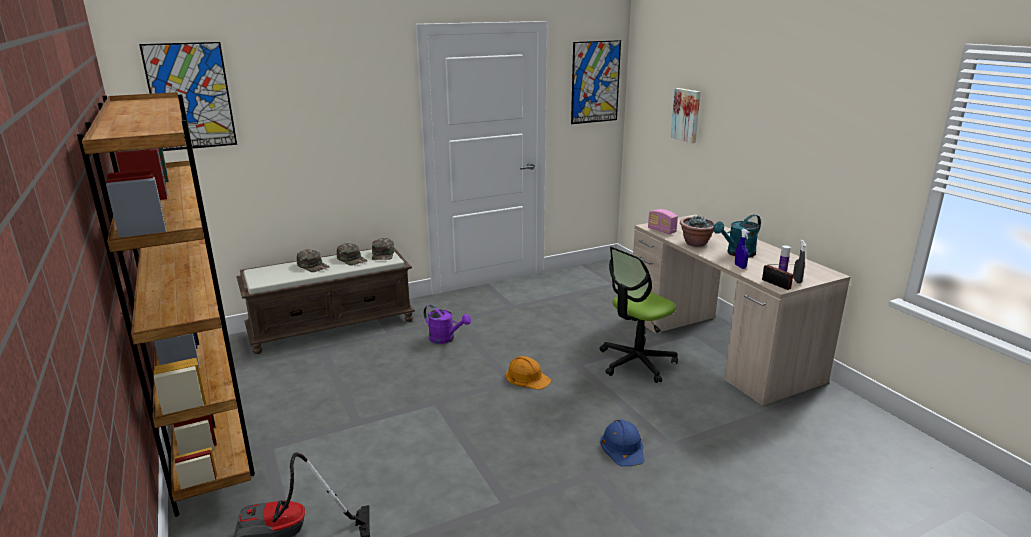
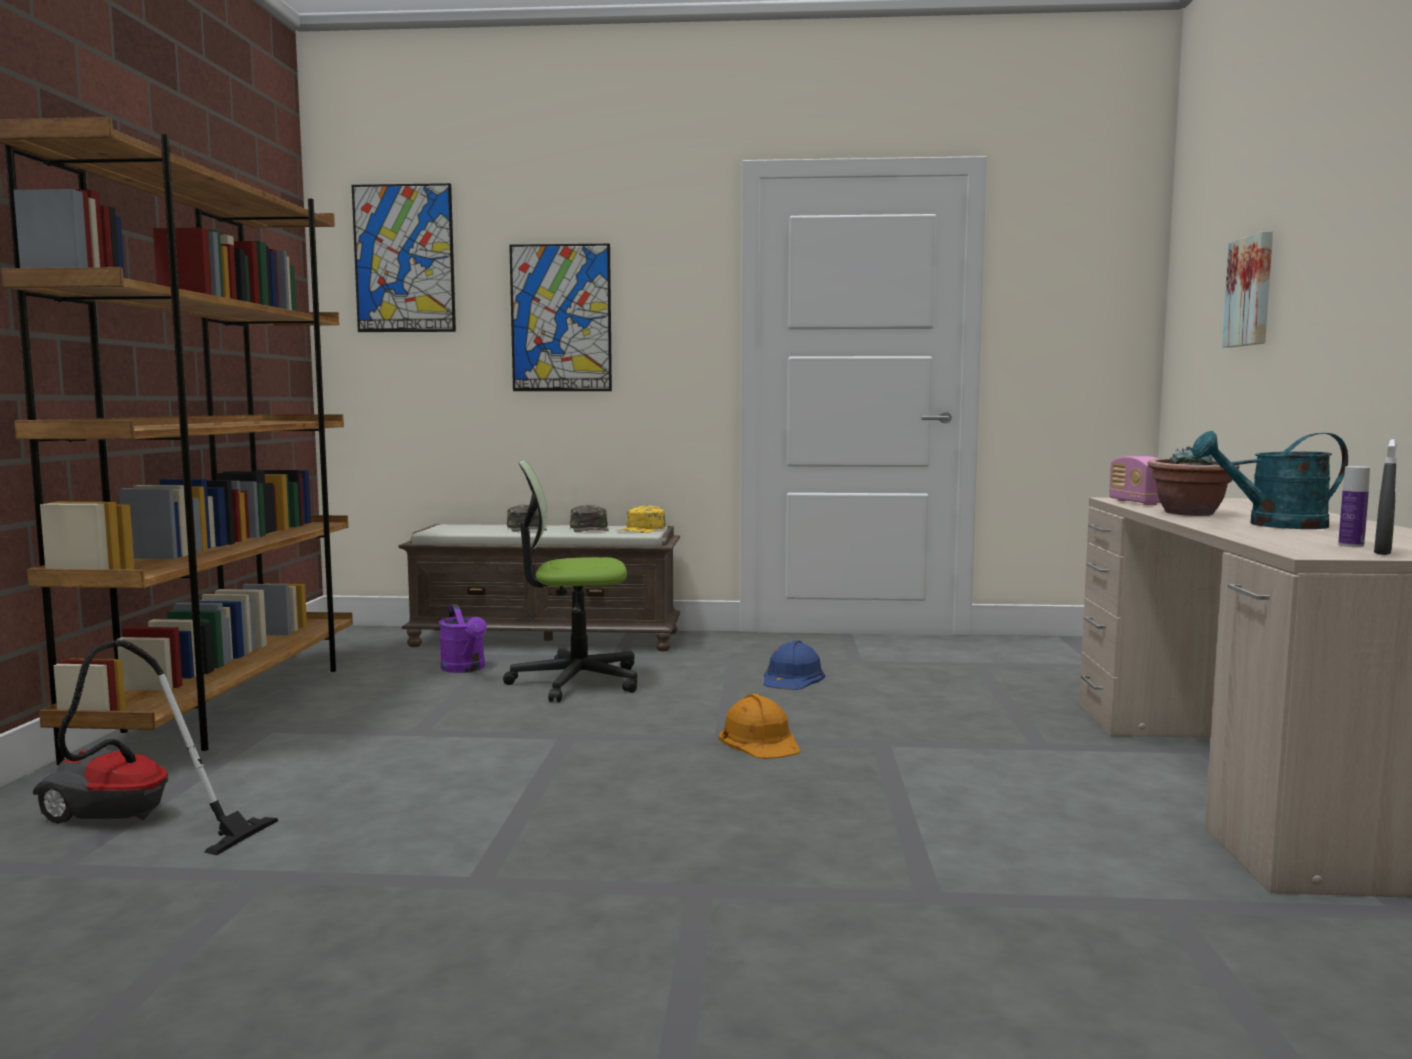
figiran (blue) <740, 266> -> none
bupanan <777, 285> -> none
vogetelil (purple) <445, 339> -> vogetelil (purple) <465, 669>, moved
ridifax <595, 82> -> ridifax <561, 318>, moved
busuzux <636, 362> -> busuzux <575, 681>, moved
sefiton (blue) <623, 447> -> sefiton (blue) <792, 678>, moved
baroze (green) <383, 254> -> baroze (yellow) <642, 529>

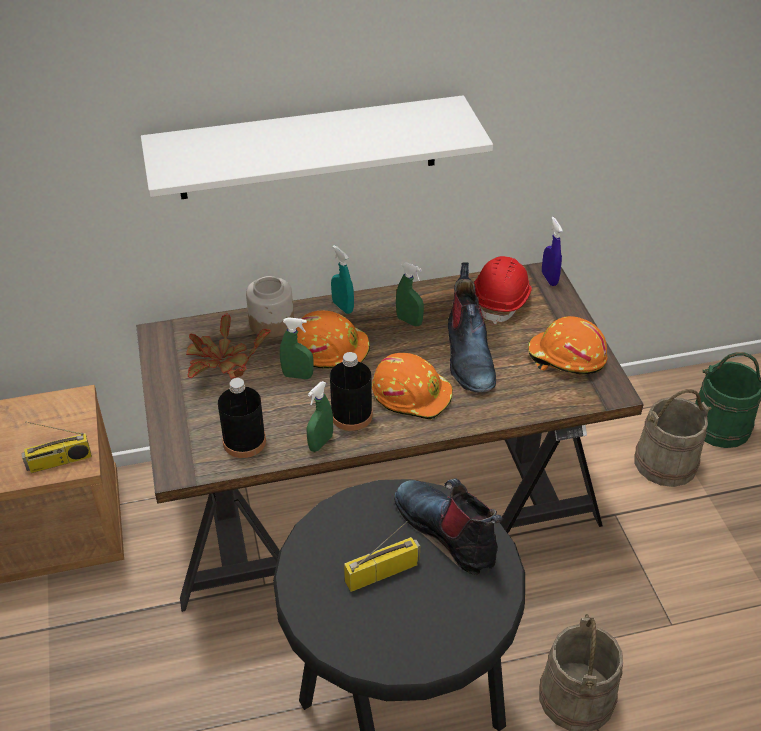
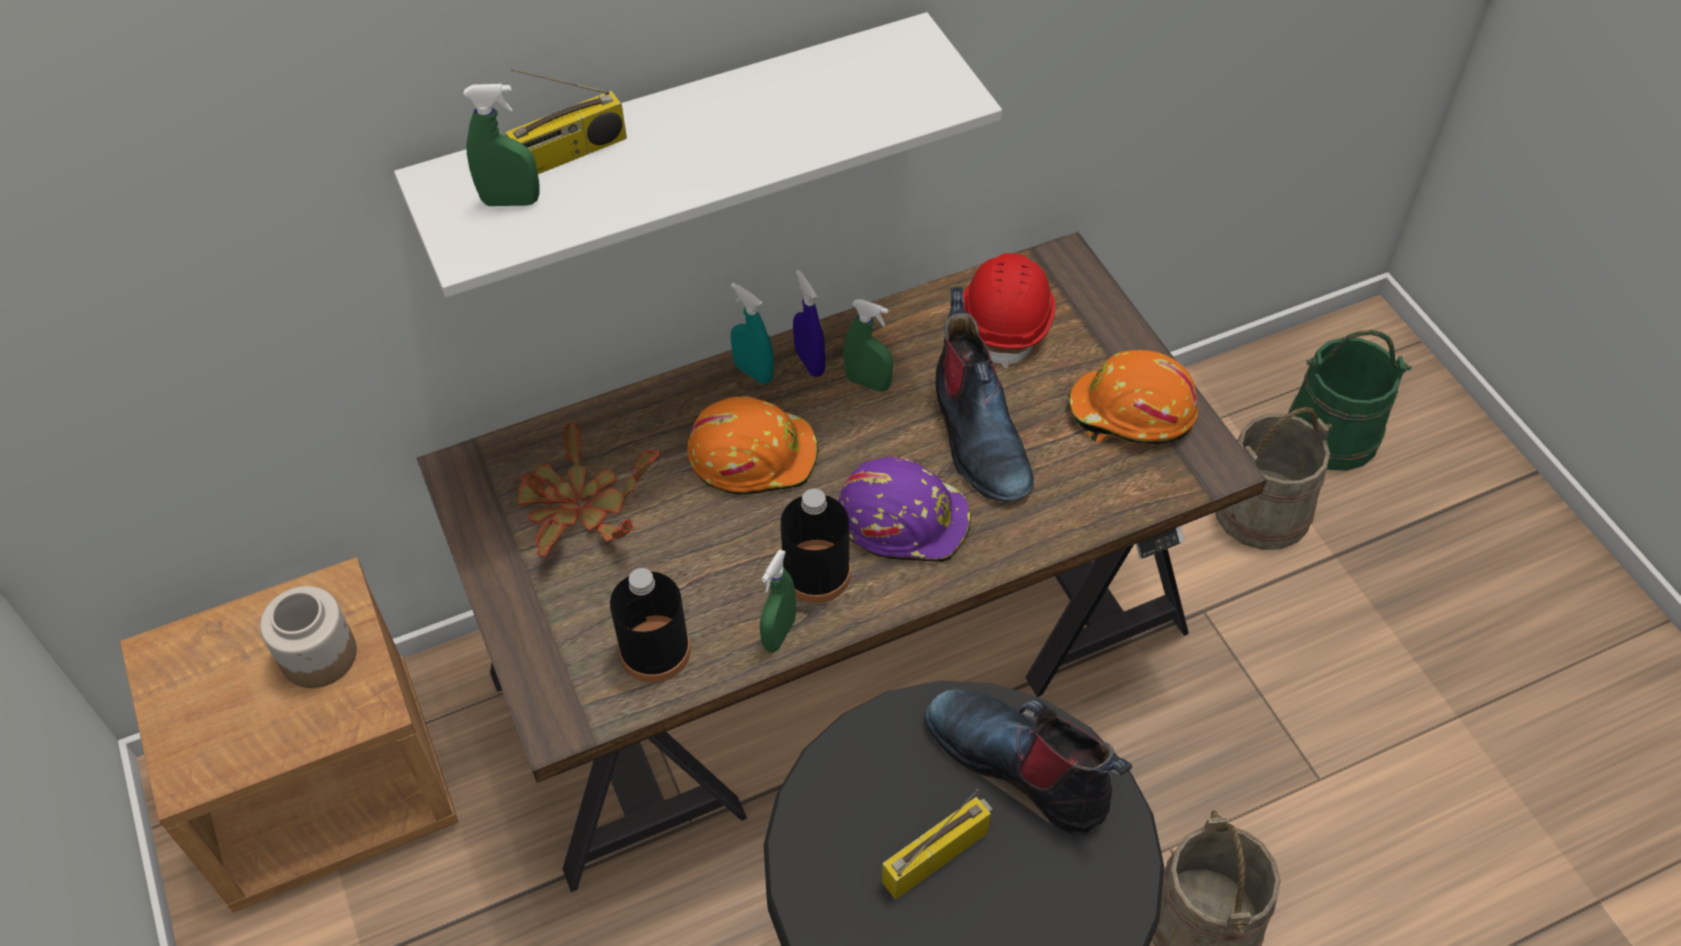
bupanan <59, 462> -> bupanan <568, 155>, moved
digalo <272, 323> -> digalo <319, 655>, moved
figiran (green) <297, 376> -> figiran (green) <511, 201>, moved
figiran (blue) <549, 279> -> figiran (blue) <809, 362>, moved
sefiton (orange) <412, 394> -> sefiton (purple) <904, 518>

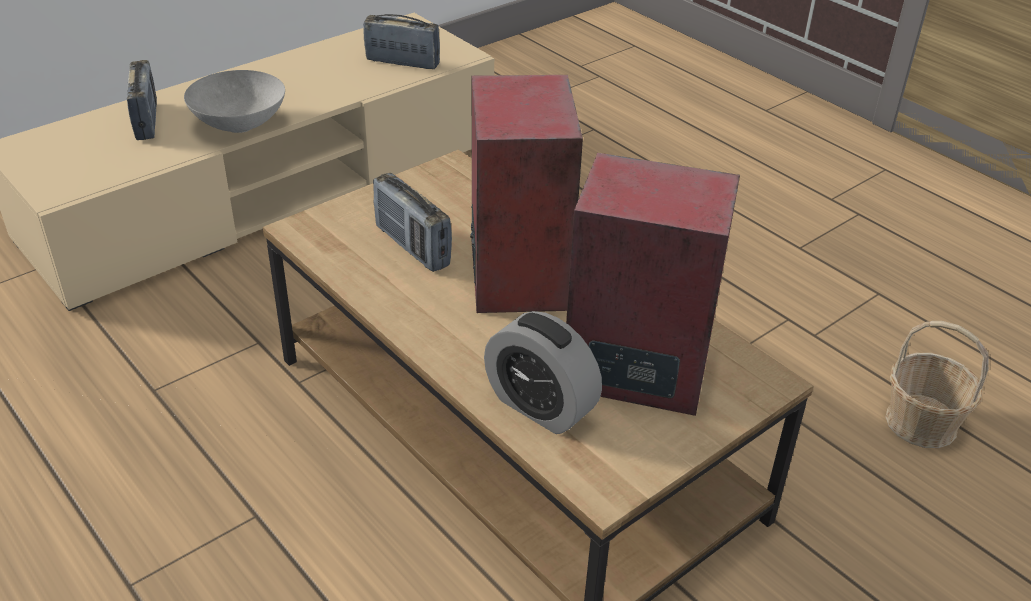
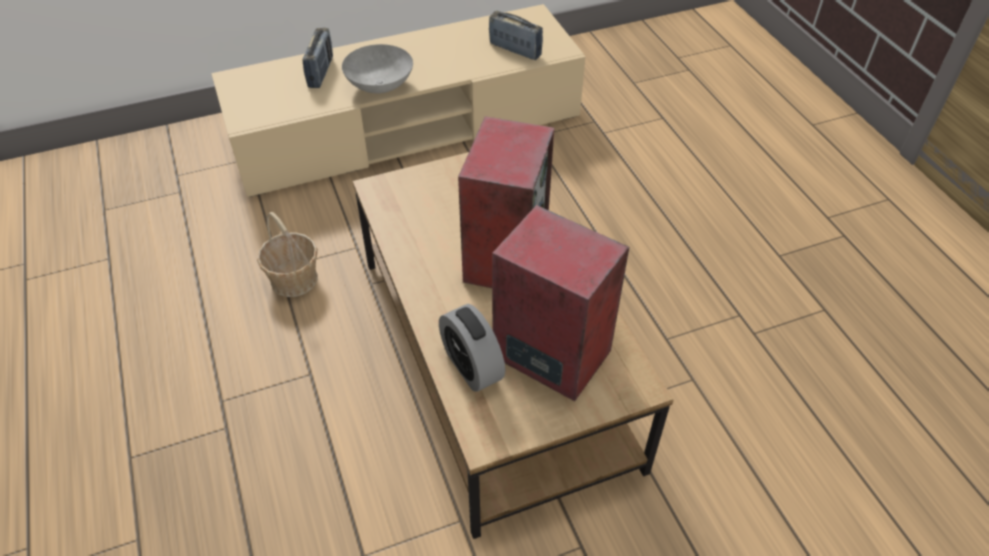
bupanan <412, 247> -> none
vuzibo <921, 423> -> vuzibo <294, 279>, moved

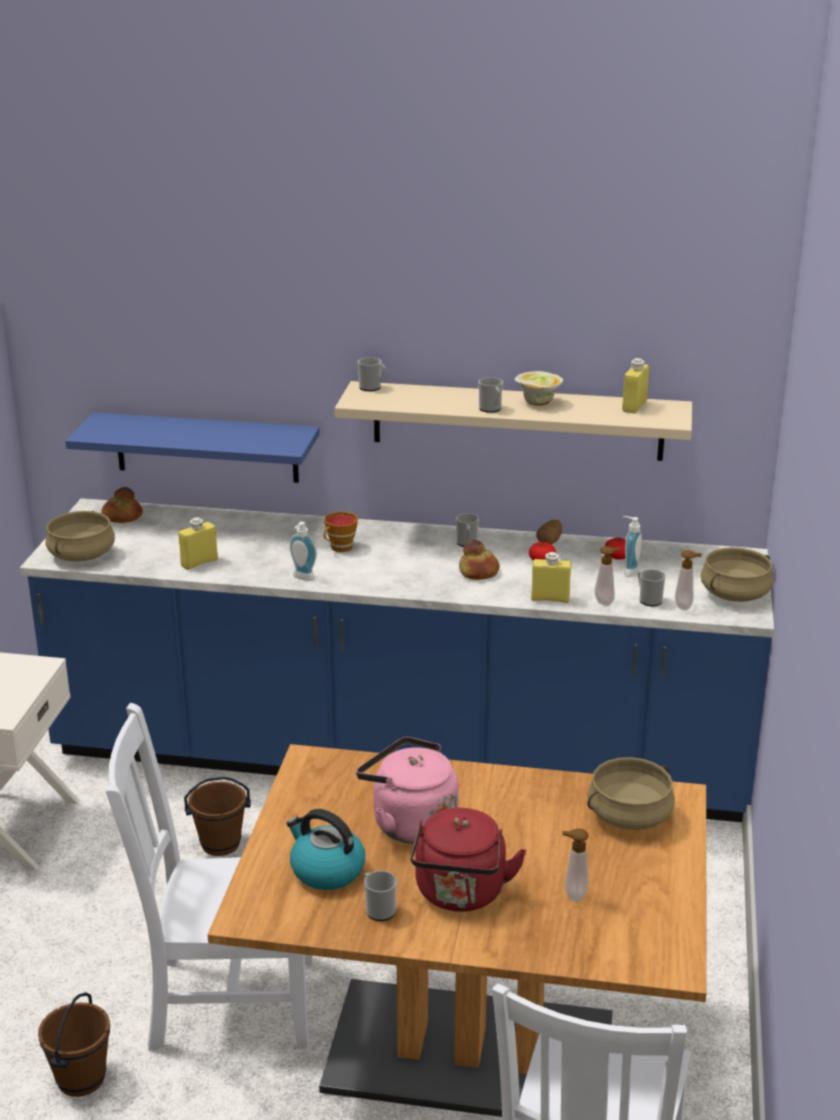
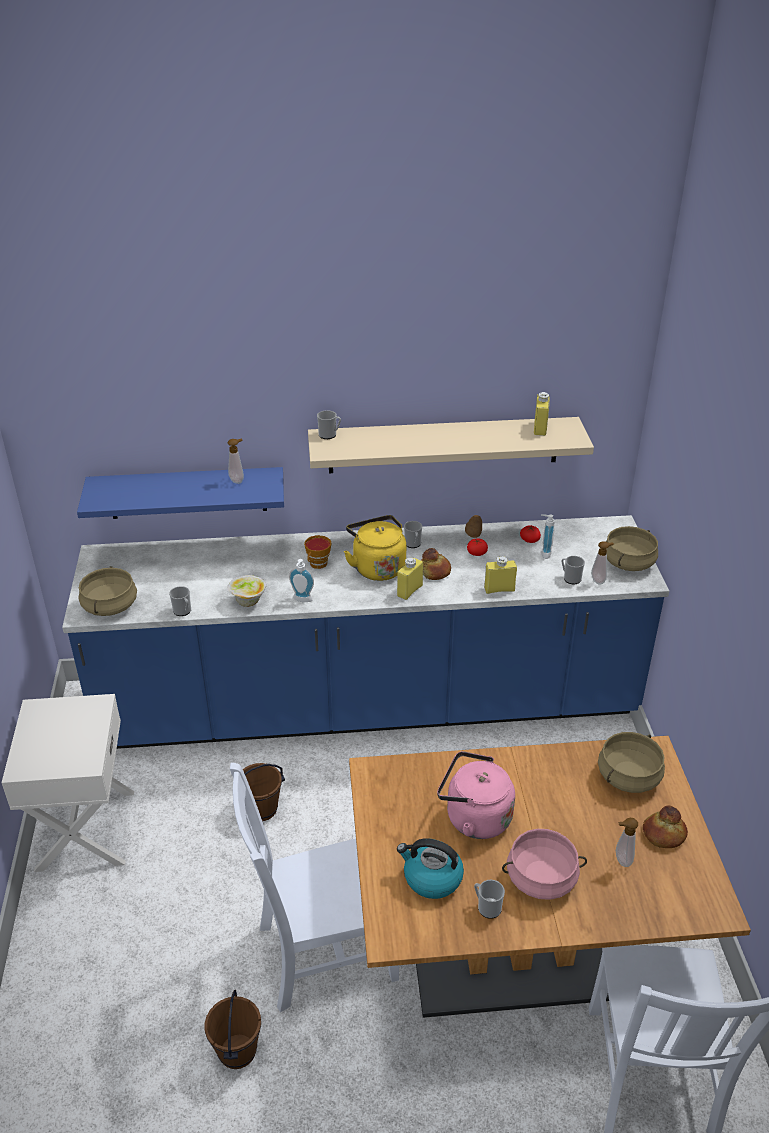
none -> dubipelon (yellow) <377, 567>
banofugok <122, 517> -> banofugok <664, 835>, moved
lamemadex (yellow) <199, 563> -> lamemadex (yellow) <409, 591>, moved
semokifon <491, 409> -> semokifon <183, 611>, moved
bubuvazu <537, 403> -> bubuvazu <248, 601>, moved
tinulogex <605, 602> -> tinulogex <238, 480>, moved
dubipelon (red) <460, 894> -> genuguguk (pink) <541, 879>

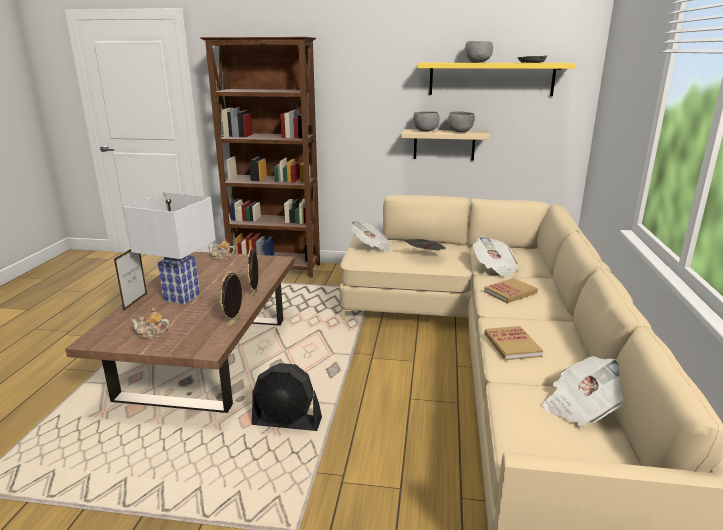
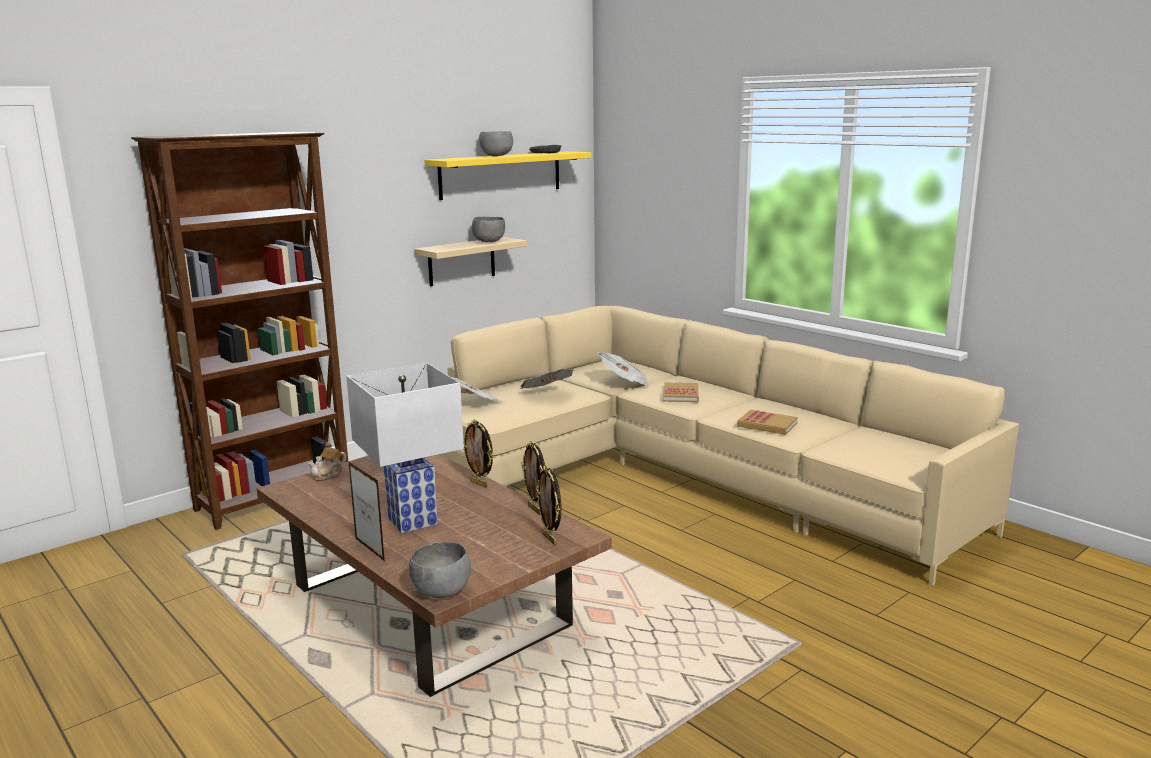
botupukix <151, 335> -> none
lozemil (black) <287, 422> -> none
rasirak <582, 407> -> none
none -> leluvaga <550, 539>
bubuvazu (grey) <425, 131> -> bubuvazu (grey) <441, 593>, moved

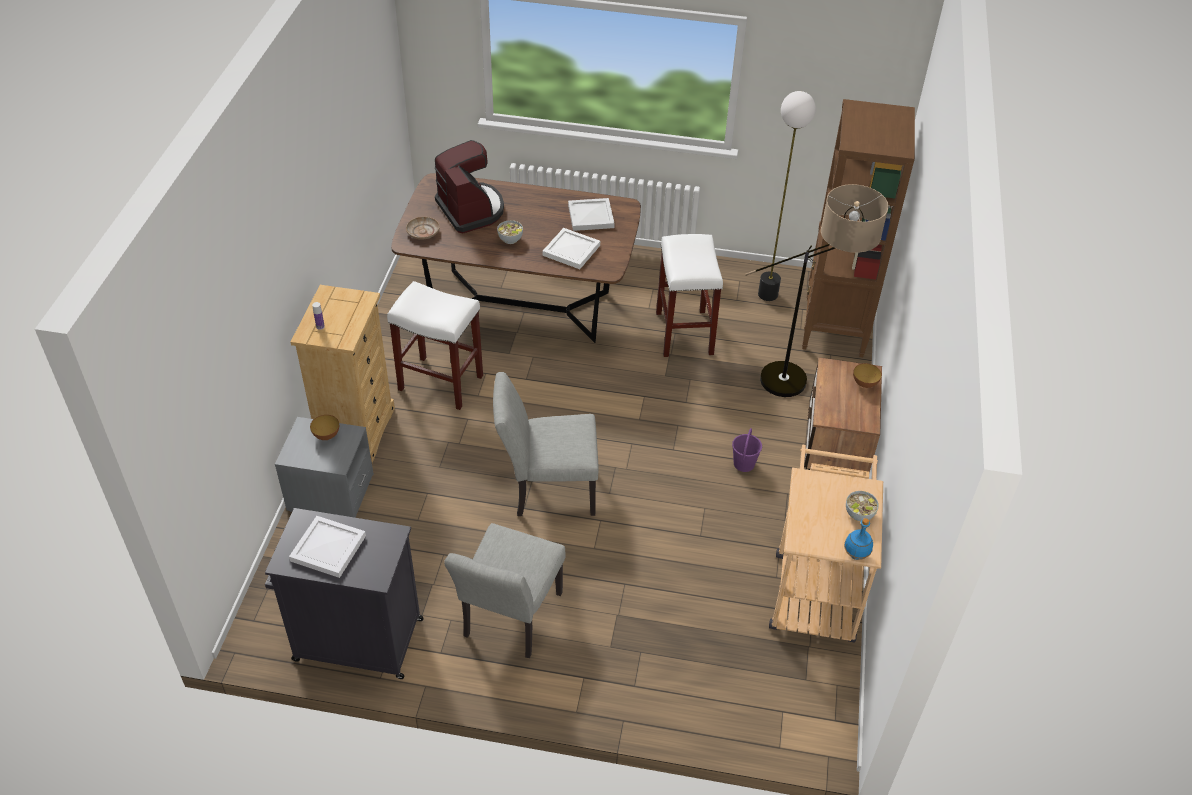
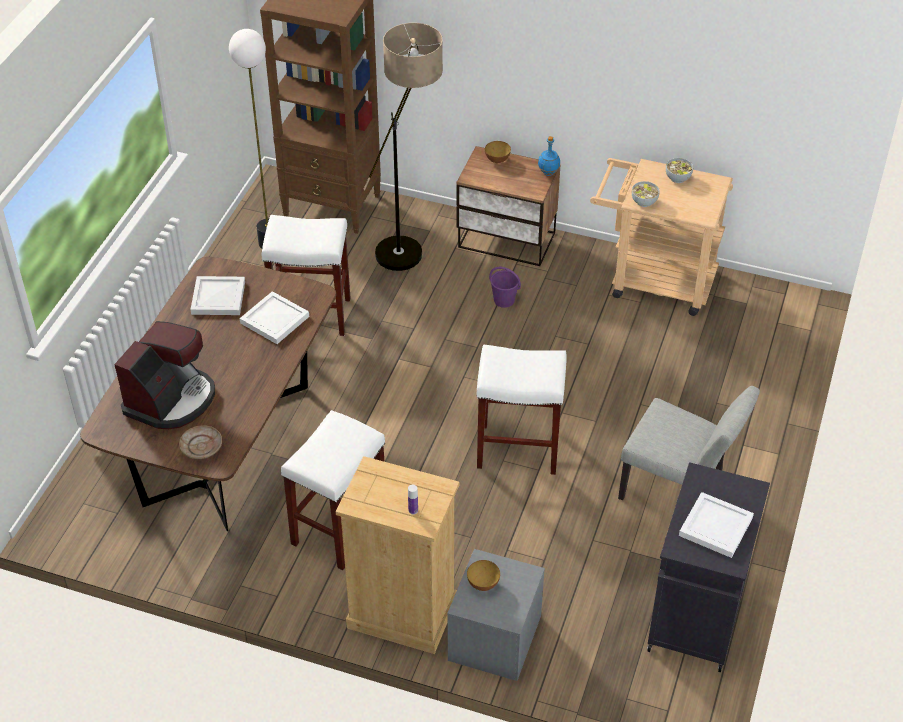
bubuvazu <510, 239> -> bubuvazu <644, 202>, moved
lamemadex (blue) <856, 554> -> lamemadex (blue) <548, 172>, moved
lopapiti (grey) <547, 490> -> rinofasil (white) <517, 449>
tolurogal <471, 210> -> tolurogal <171, 399>, 135 degrees clockwise

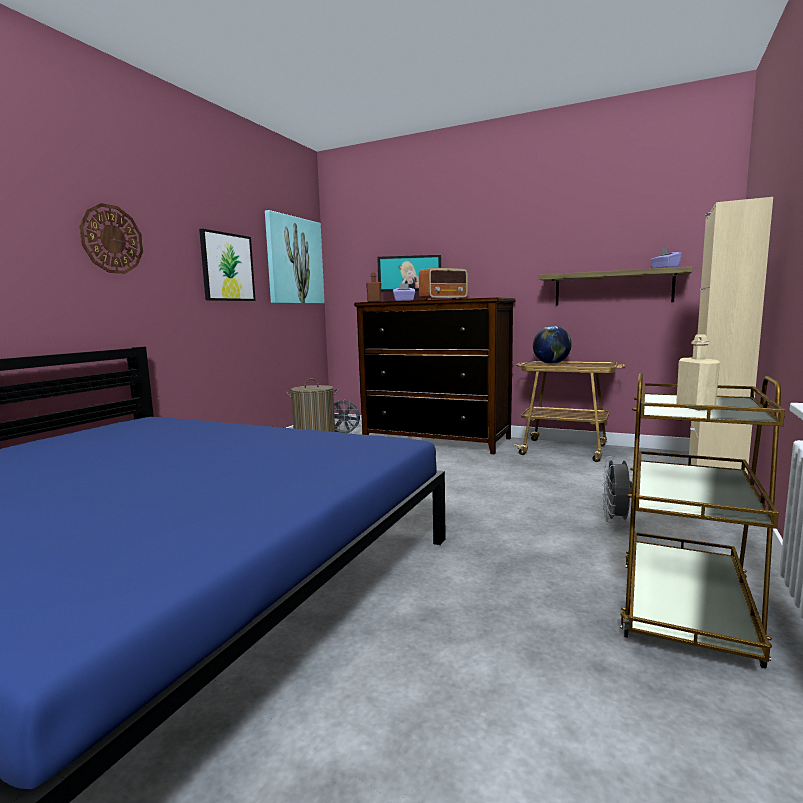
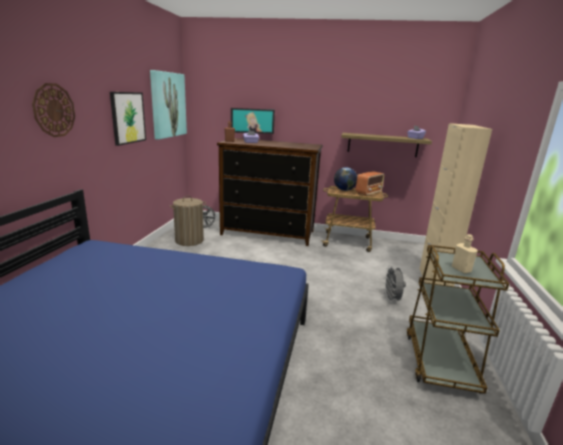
bupanan <444, 299> -> bupanan <369, 193>, moved

